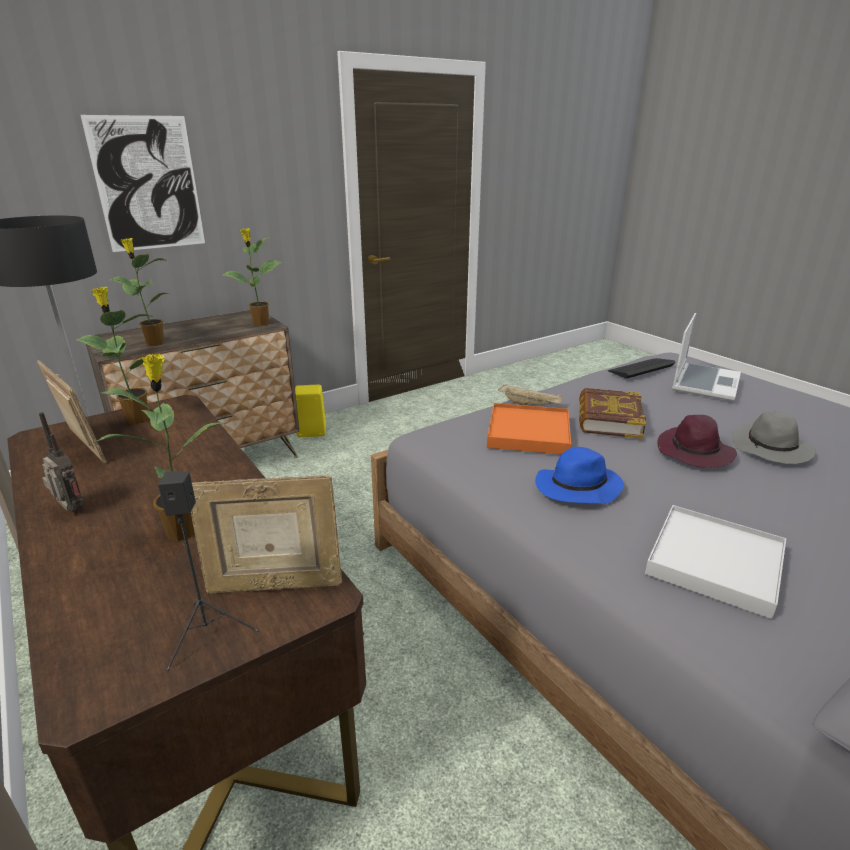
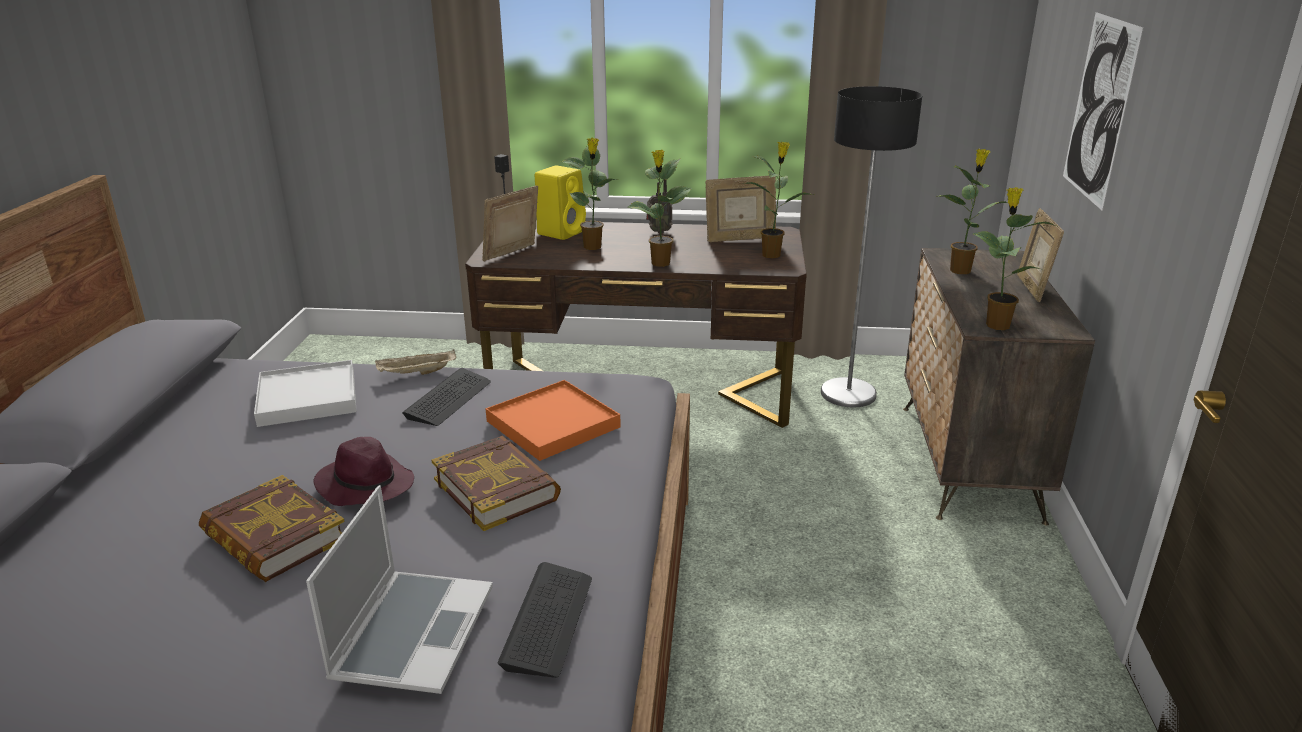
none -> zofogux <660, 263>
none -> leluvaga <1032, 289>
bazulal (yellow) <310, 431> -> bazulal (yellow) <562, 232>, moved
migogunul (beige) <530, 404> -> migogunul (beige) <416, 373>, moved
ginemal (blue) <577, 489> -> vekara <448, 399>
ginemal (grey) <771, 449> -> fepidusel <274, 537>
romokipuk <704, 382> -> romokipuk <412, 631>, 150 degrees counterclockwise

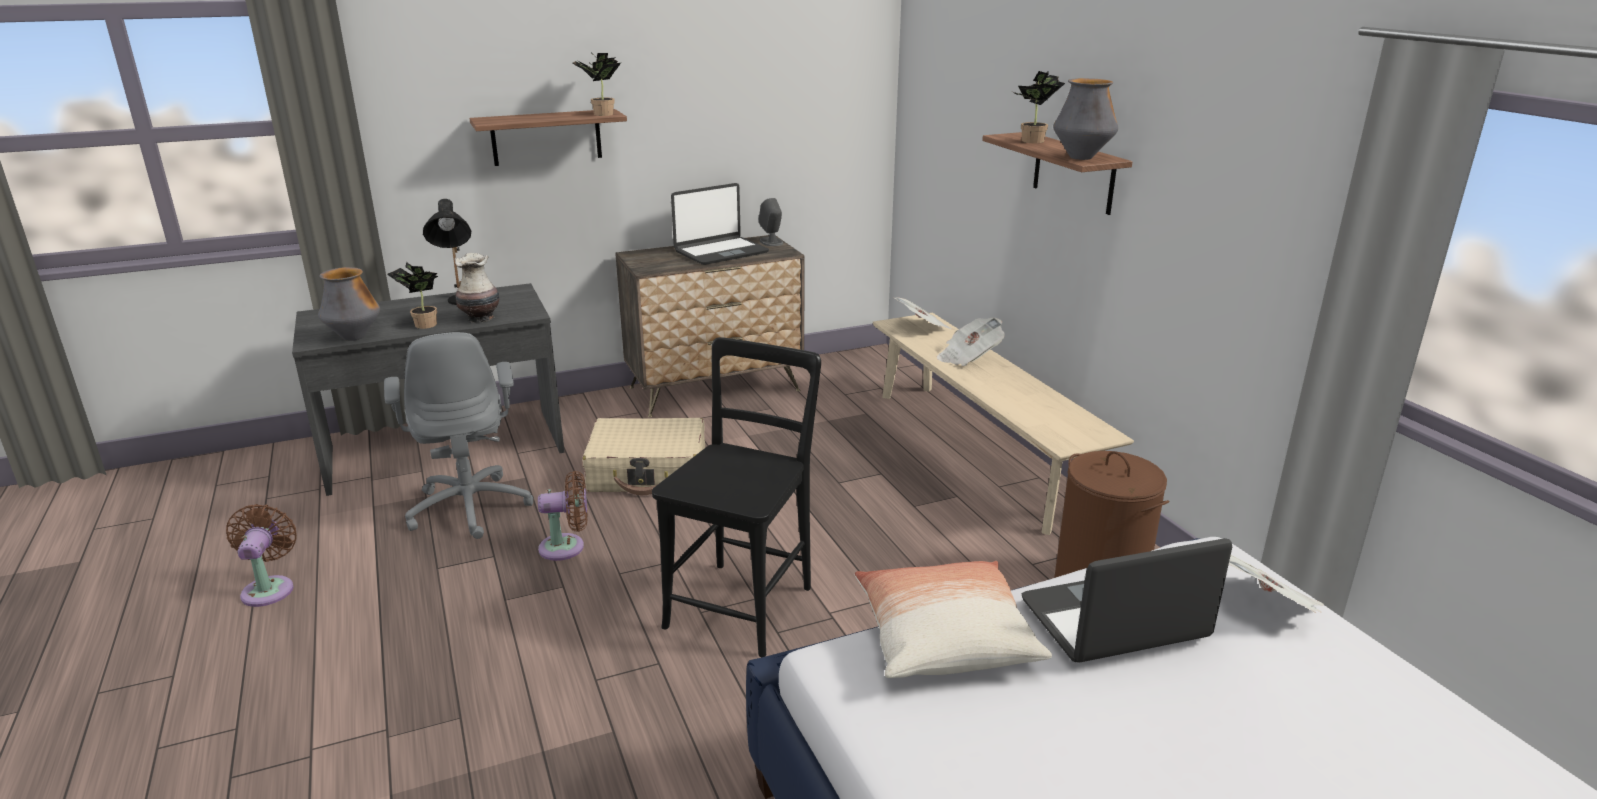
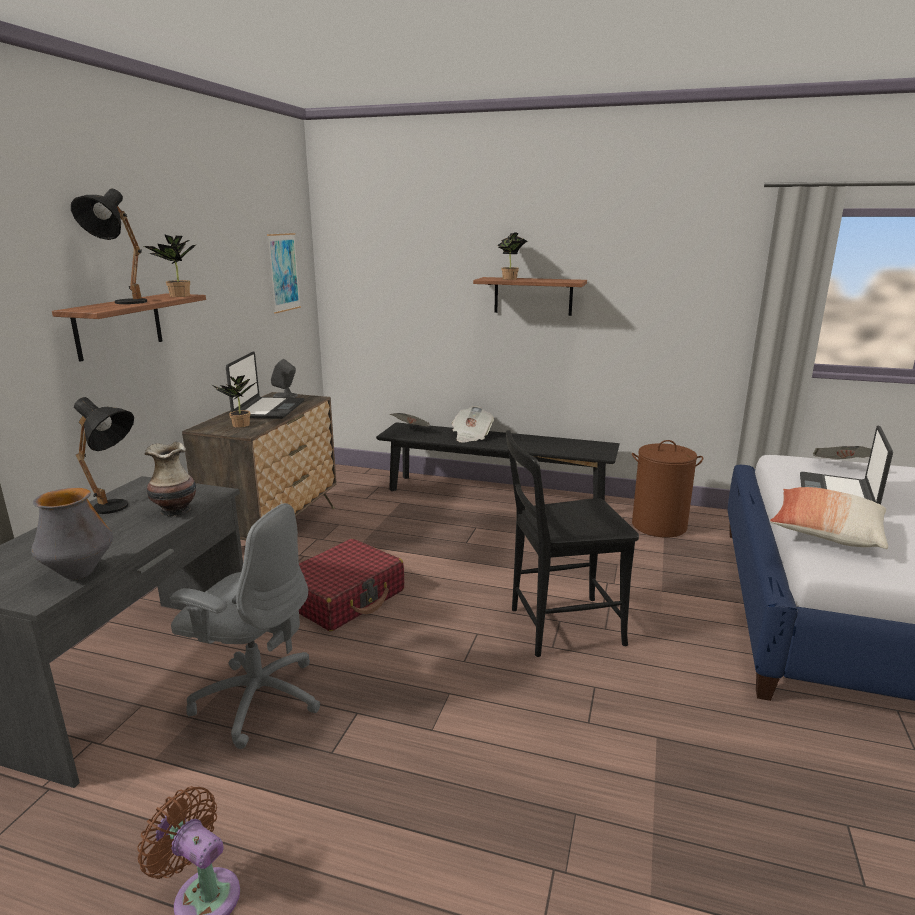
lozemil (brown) <567, 547> -> none
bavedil <1081, 157> -> none
none -> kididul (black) <121, 303>
none -> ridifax <284, 272>
zofogux <422, 325> -> zofogux <238, 425>, moved
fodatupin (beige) <648, 472> -> fodatupin (red) <344, 597>
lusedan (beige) <979, 451> -> lusedan (black) <495, 495>
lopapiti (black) <743, 602> -> lopapiti (black) <559, 627>, 75 degrees counterclockwise

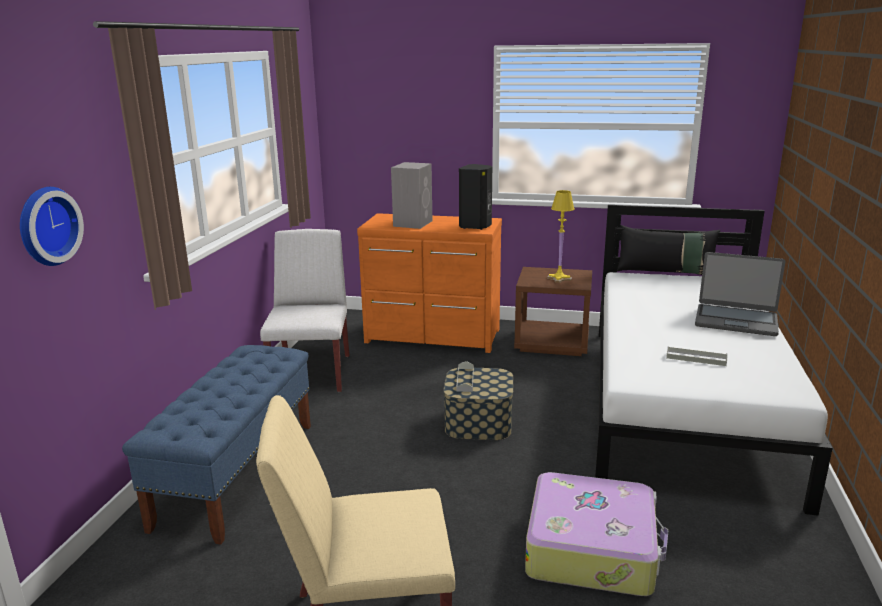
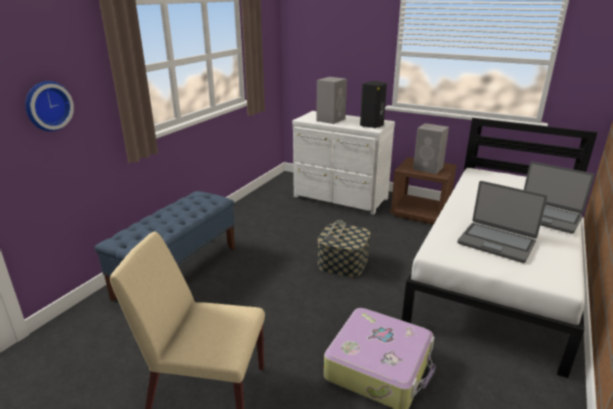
lopapiti (white) <312, 373> -> none
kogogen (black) <665, 272> -> none
kididul (yellow) <559, 278> -> bazulal (grey) <428, 168>
migogunul (grey) <696, 358> -> romokipuk <496, 242>
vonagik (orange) <433, 337> -> vonagik (white) <340, 198>

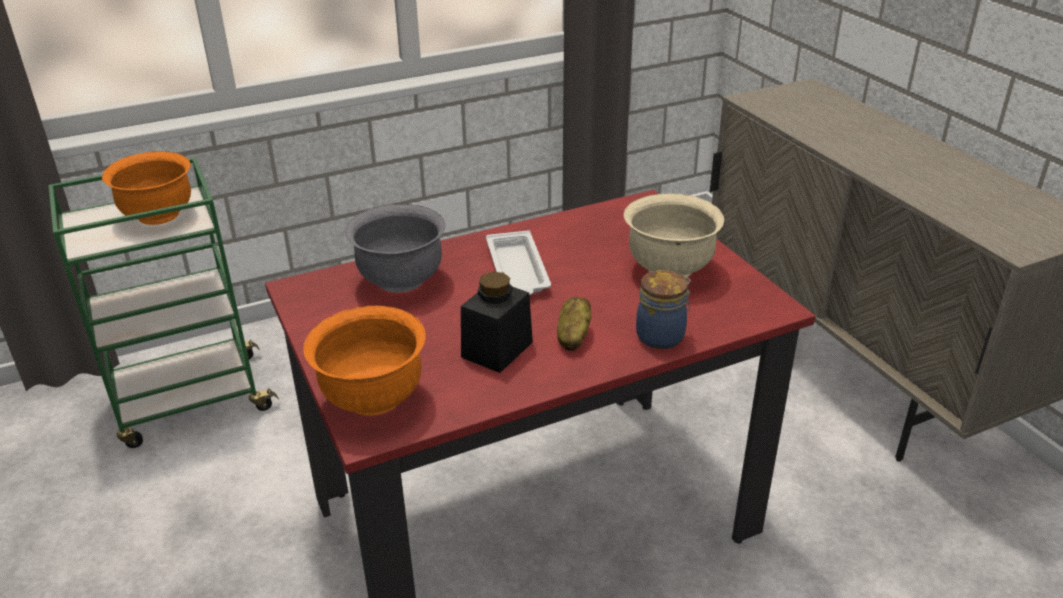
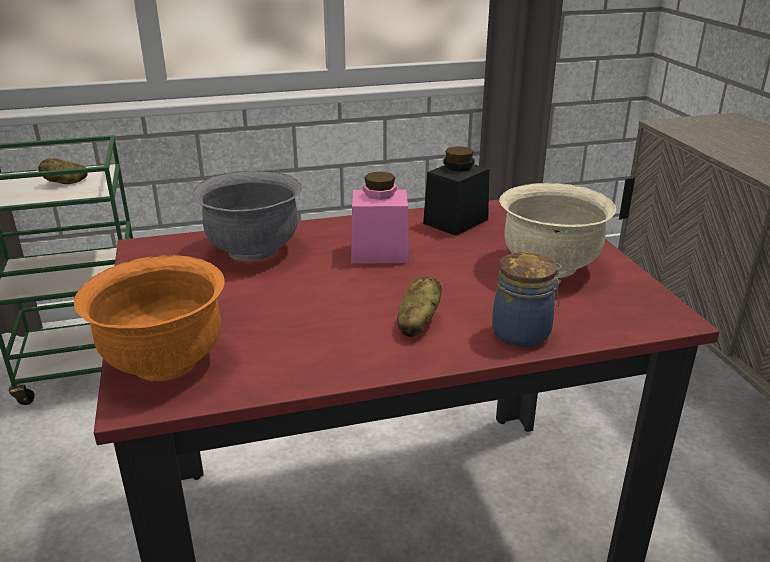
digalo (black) <497, 349> -> digalo (black) <455, 221>, moved
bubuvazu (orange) <158, 216> -> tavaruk <66, 183>
migogunul (white) <517, 270> -> digalo (pink) <380, 252>

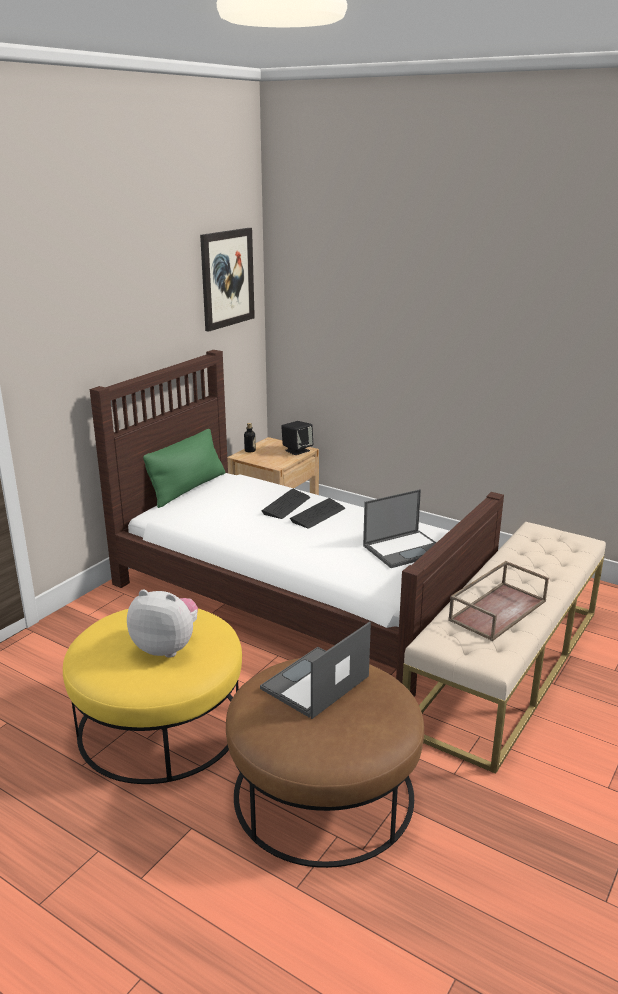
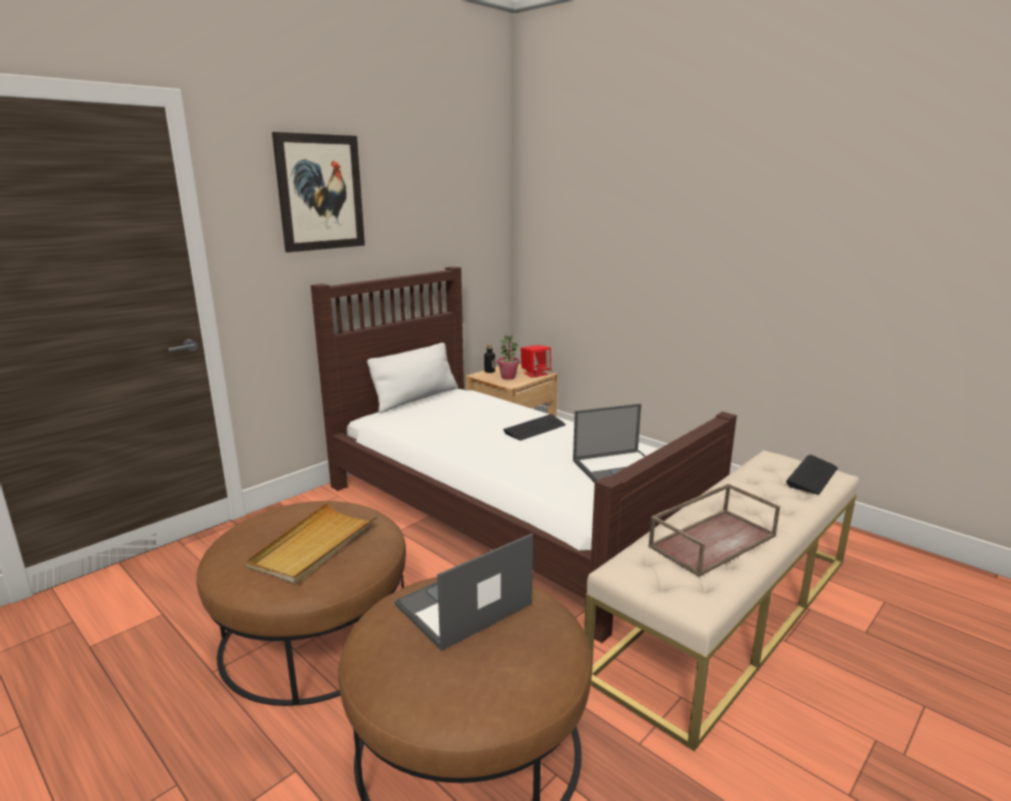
none -> zofogux <508, 377>
ridifax <227, 278> -> ridifax <320, 192>, moved
vekara <286, 505> -> vekara <812, 476>, moved
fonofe <167, 647> -> migogunul (beige) <314, 546>
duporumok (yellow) <160, 725> -> duporumok (brown) <314, 635>
kogogen (green) <187, 488> -> kogogen (white) <416, 399>
bazulal (black) <297, 450> -> bazulal (red) <535, 374>

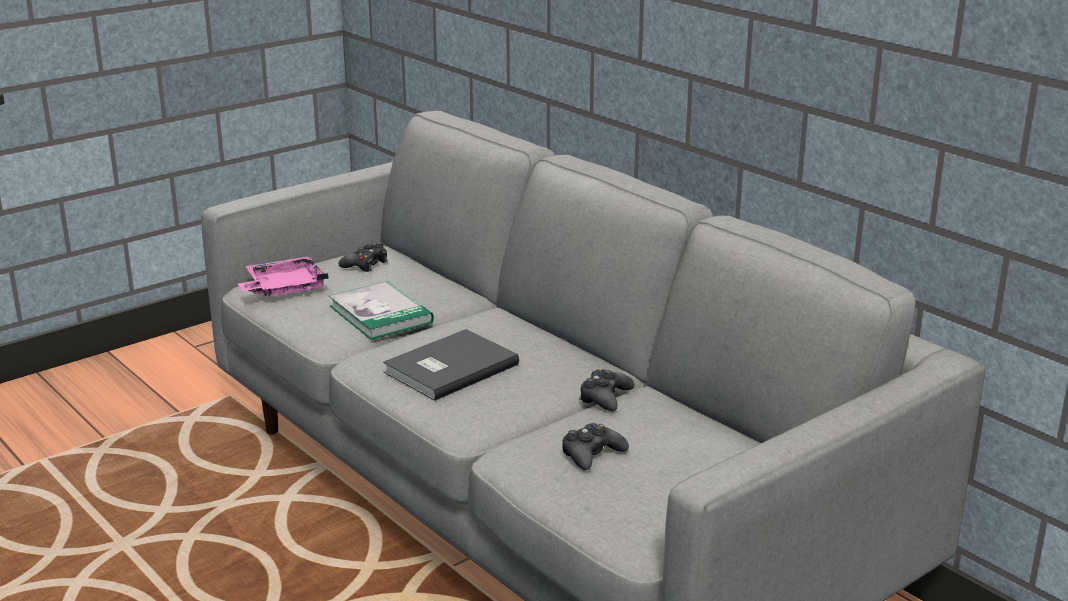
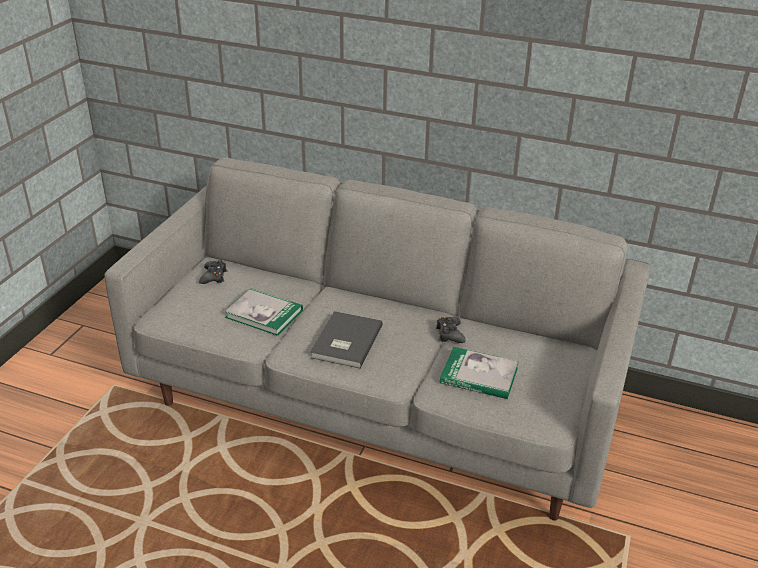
migogunul (pink) <284, 289> -> none
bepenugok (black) <592, 454> -> fepidusel <479, 376>

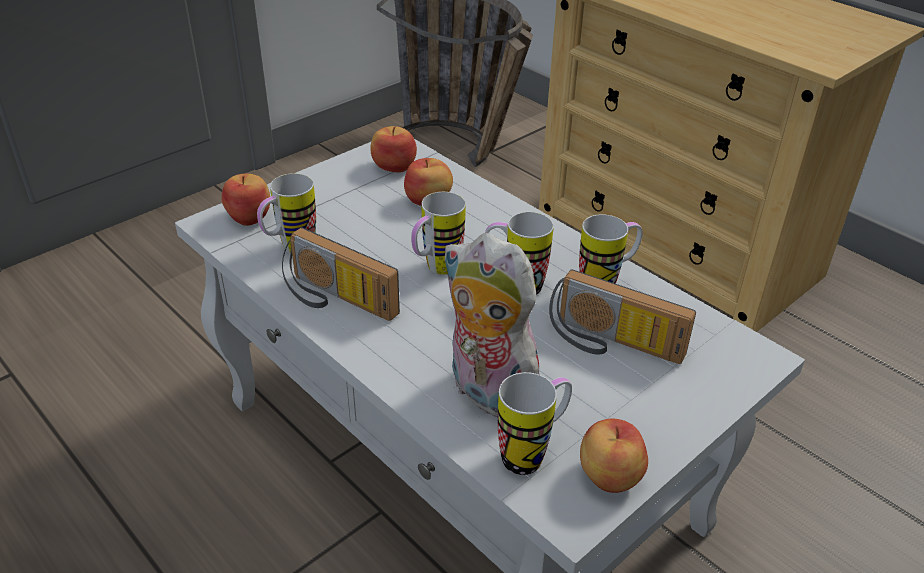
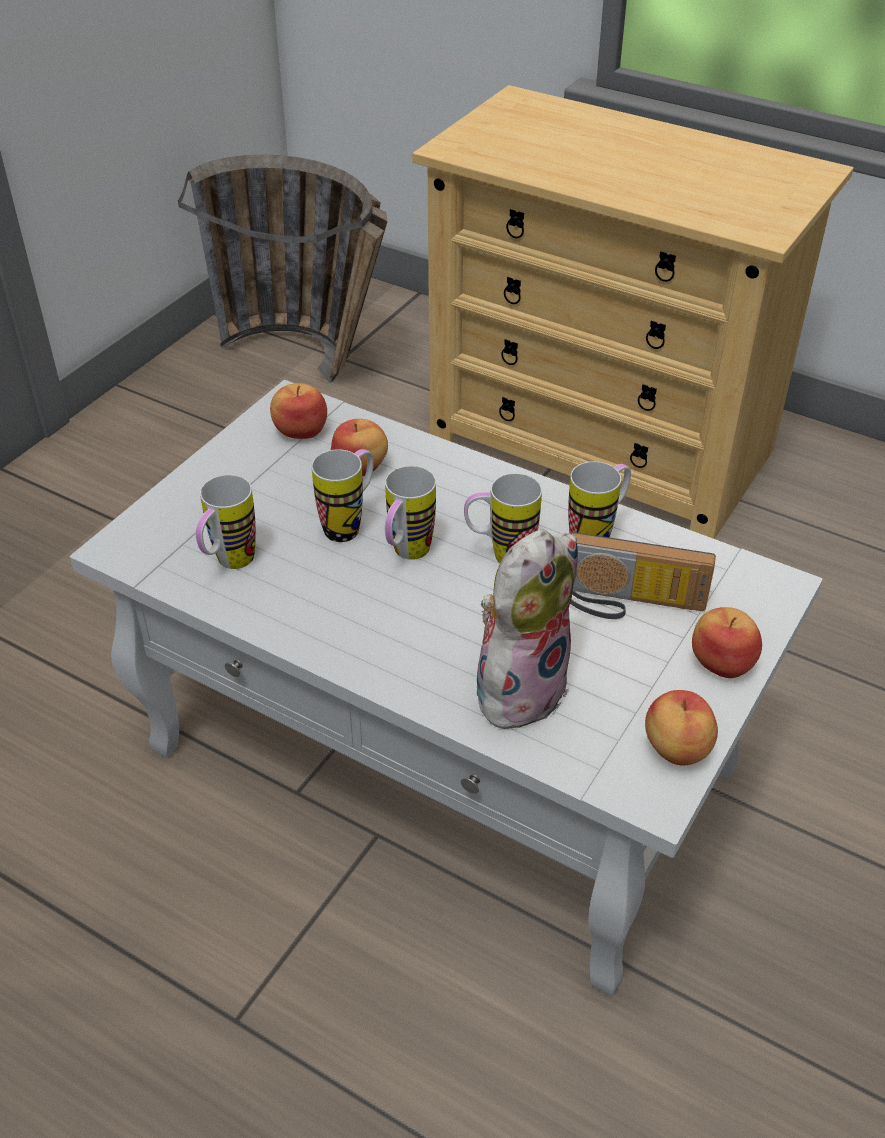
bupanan <335, 300> -> none
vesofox <250, 216> -> vesofox <722, 661>, moved
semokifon <532, 453> -> semokifon <349, 524>, moved
fonofe <486, 392> -> fonofe <519, 687>, 105 degrees clockwise

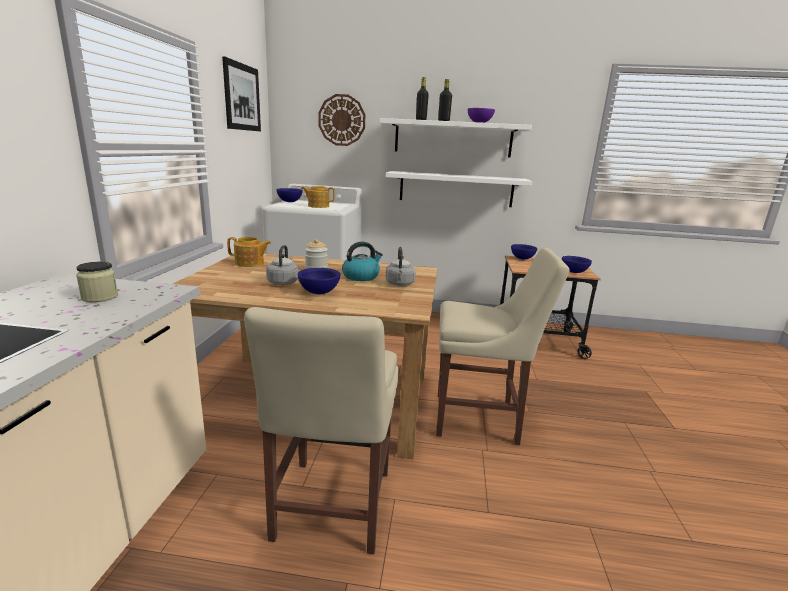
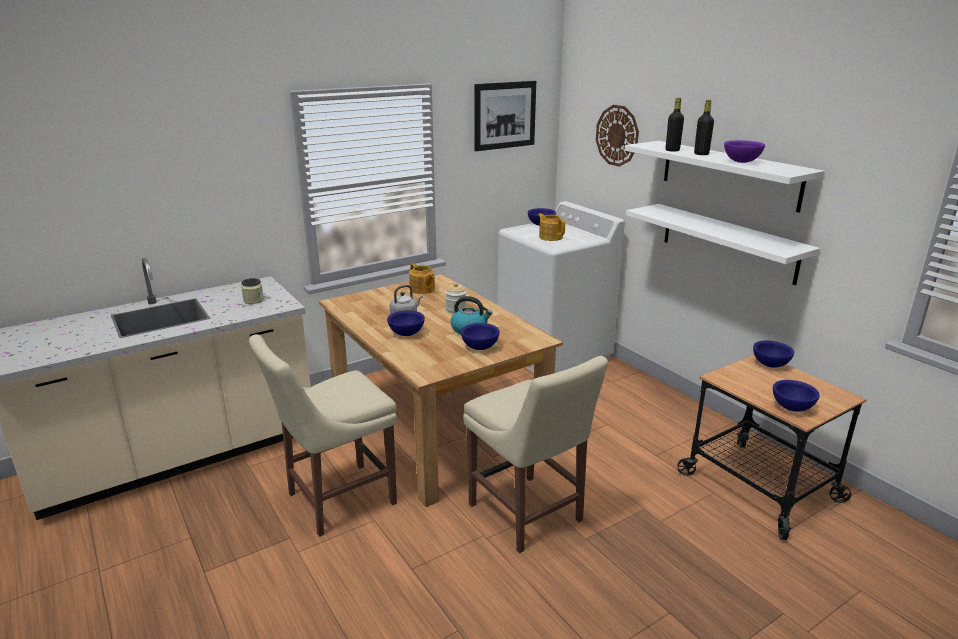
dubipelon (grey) <399, 284> -> bubuvazu (blue) <480, 348>

